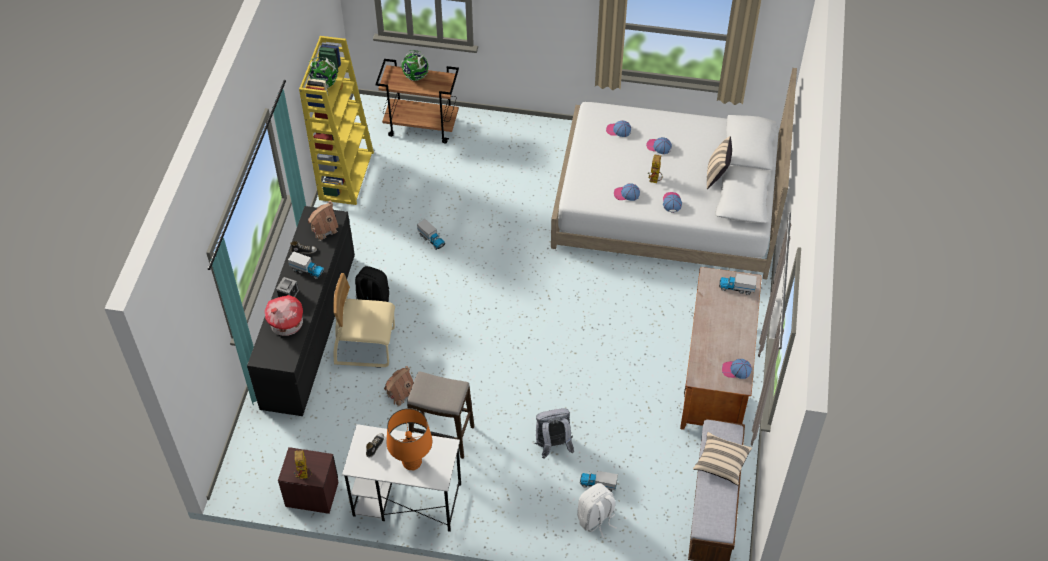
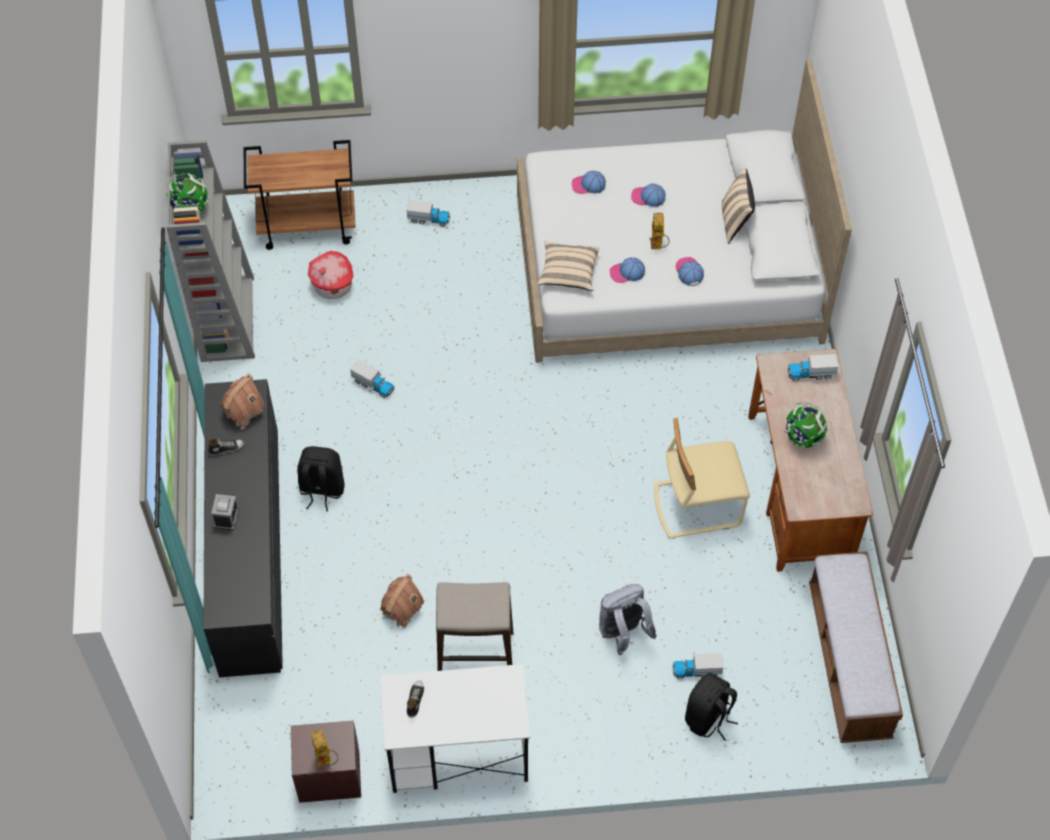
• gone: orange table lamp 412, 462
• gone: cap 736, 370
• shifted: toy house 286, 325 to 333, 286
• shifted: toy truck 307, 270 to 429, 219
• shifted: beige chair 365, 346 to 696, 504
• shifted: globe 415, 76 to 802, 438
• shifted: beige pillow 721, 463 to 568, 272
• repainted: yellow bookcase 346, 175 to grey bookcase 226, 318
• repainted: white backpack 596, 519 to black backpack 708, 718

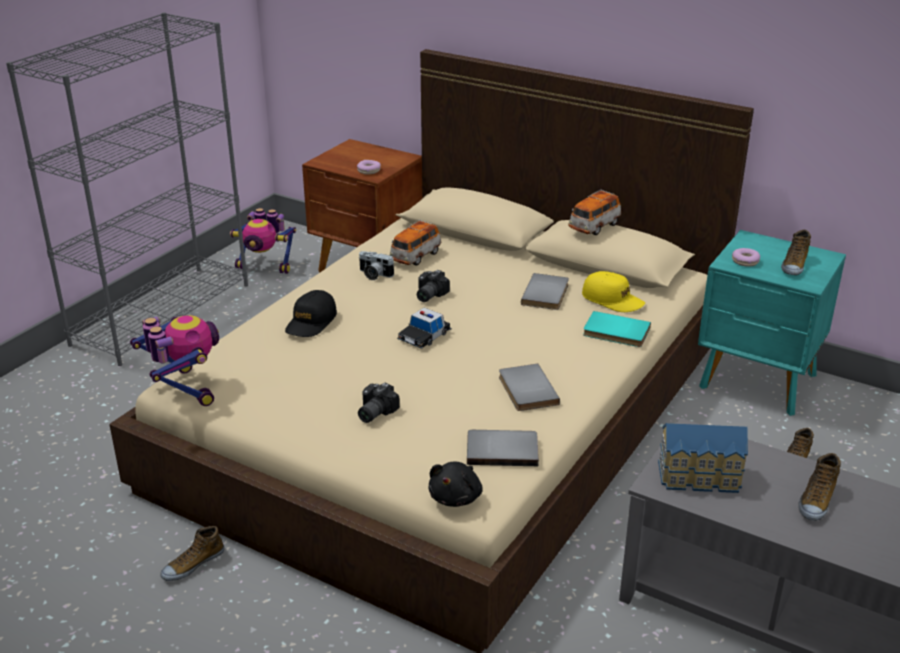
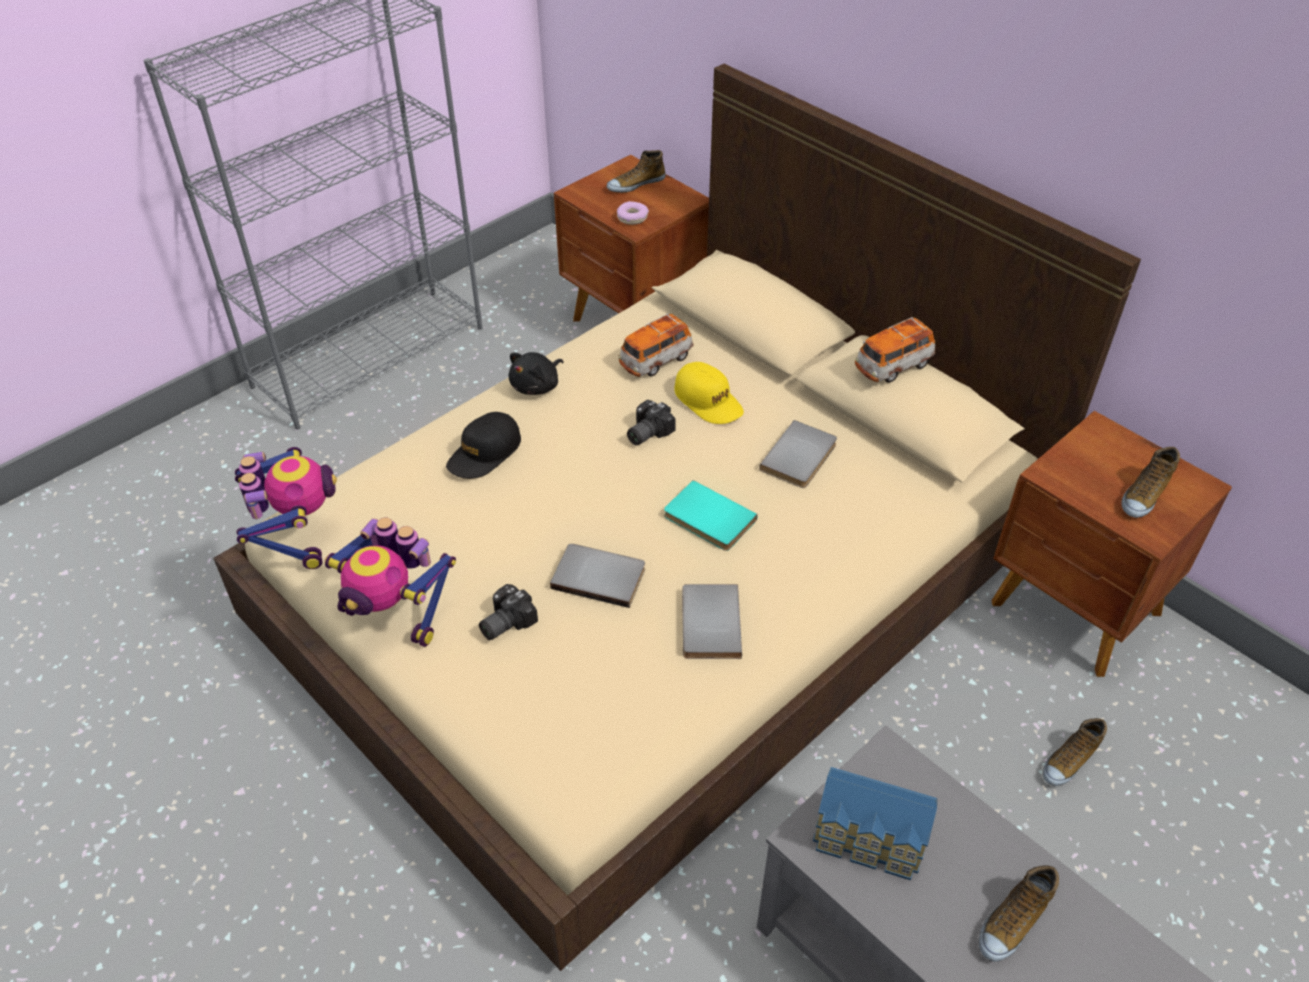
• gone: photo camera 374, 275
• gone: toy car 424, 336
• gone: donut 745, 261
• shifted: shoe 193, 564 to 636, 184
• shifted: toy robot 265, 267 to 396, 615
• shifted: black plush toy 456, 497 to 537, 386
• shifted: grey book 502, 449 to 599, 576
• shifted: yellow cap 612, 300 to 708, 401
• shifted: turquoise book 615, 332 to 707, 520
• repainted: turquoise nightstand 758, 382 to brown nightstand 1075, 611

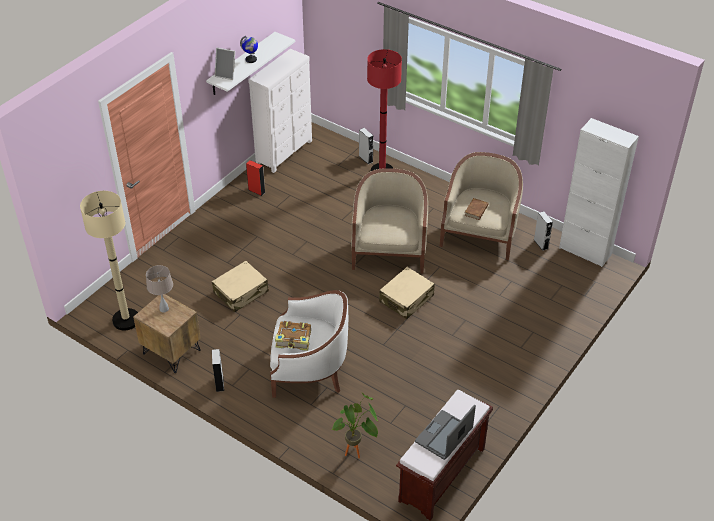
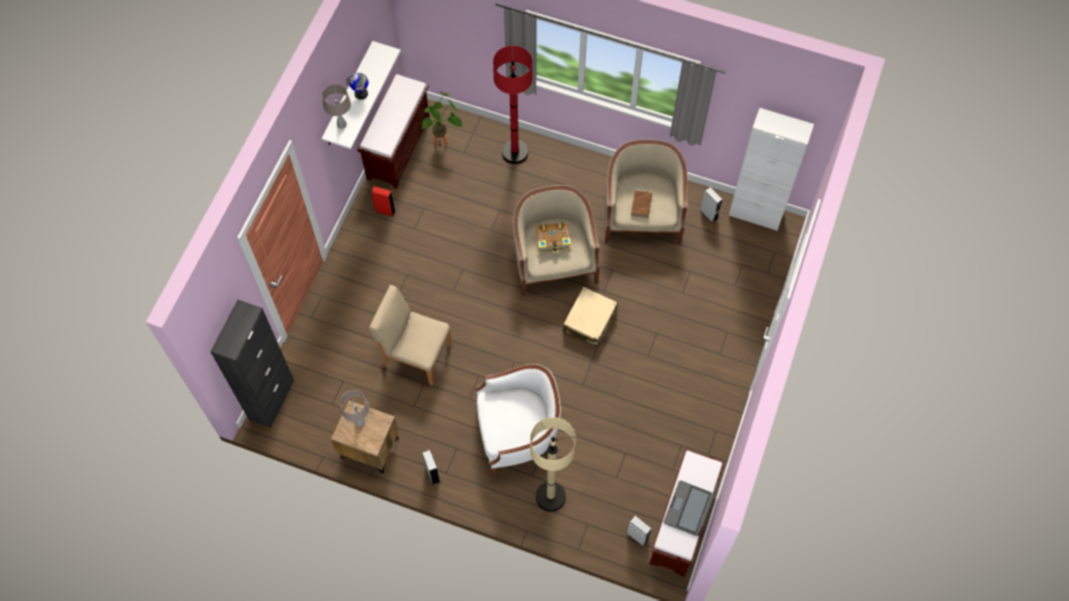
• new: black cabinet 271, 400
• shifted: beige floor lamp 126, 320 to 550, 497
• shifted: book 294, 340 to 553, 240
• shifted: potted plant 357, 453 to 444, 141
• shifted: grey speaker 366, 159 to 637, 537
• swapped: beige suitcase 241, 292 to beige chair 415, 354
• swapped: picture frame 226, 74 to beige table lamp 342, 124
• swapped: white dresser 285, 152 to brown bench 398, 147

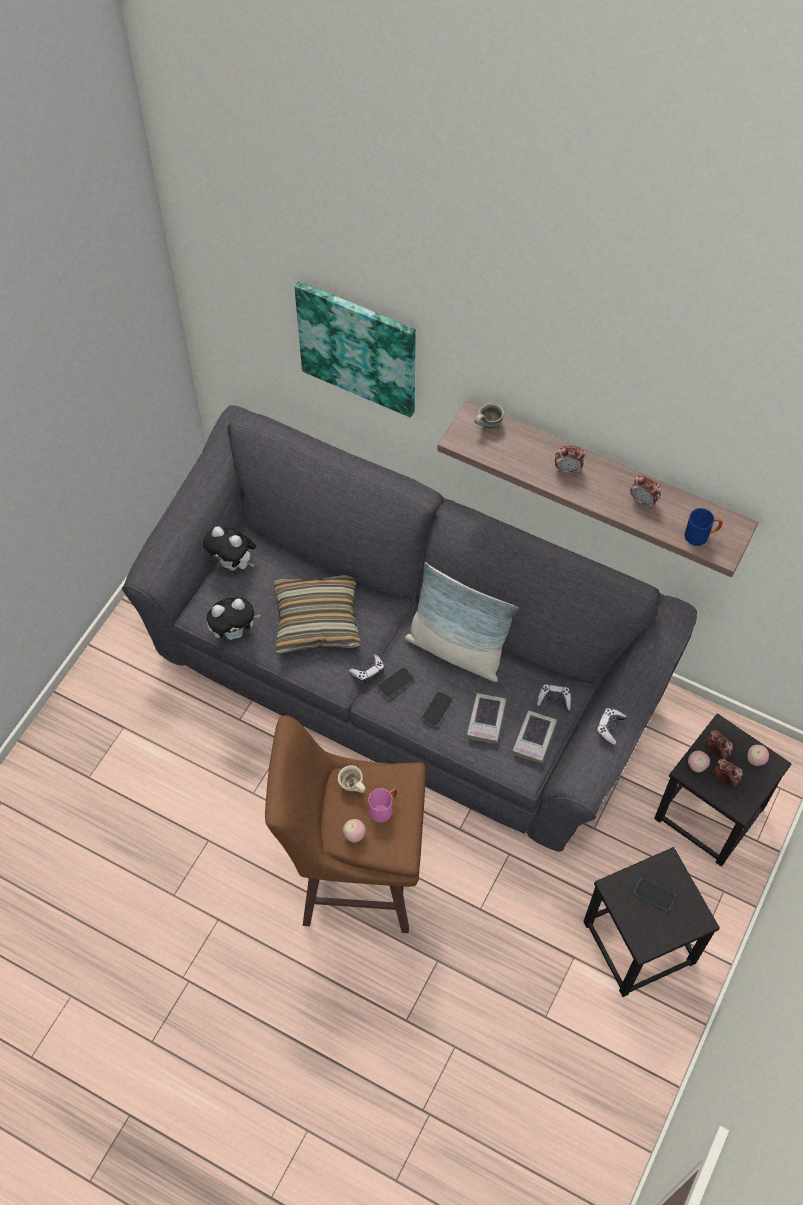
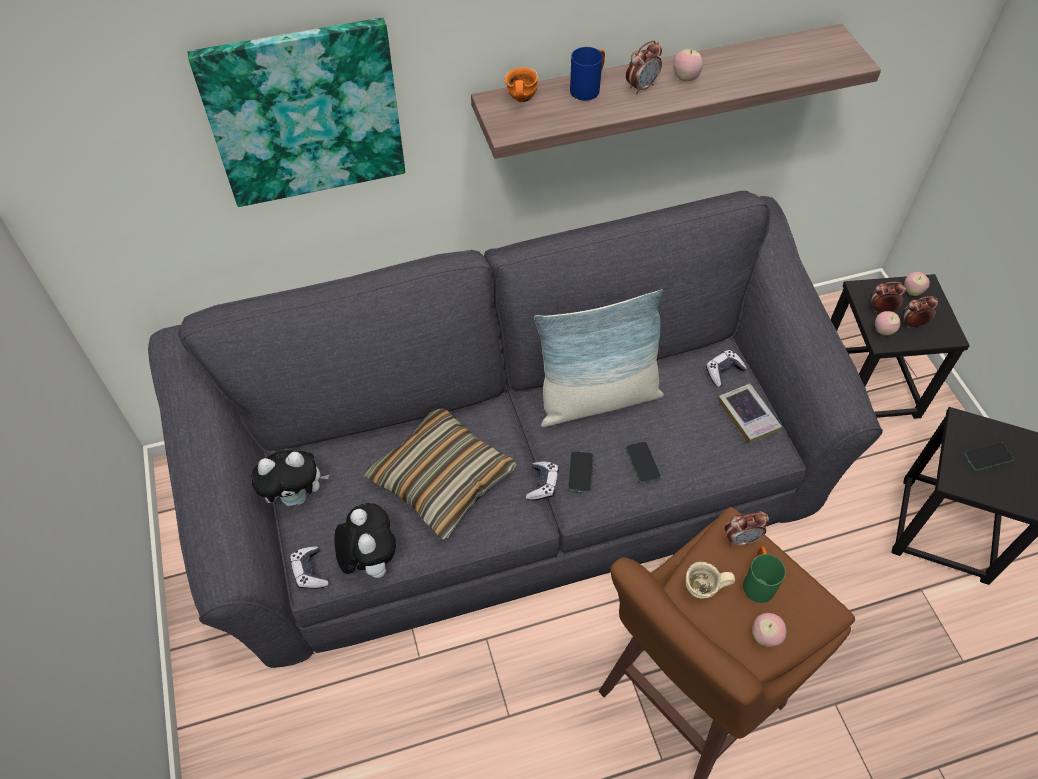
• gone: book 486, 720
• new: apple 685, 78
• shifted: game controller 610, 727 to 310, 571
• shifted: alarm clock 643, 501 to 741, 539
• shifted: blue mug 701, 536 to 588, 88
• repainted: pink mug 384, 808 to green mug 757, 581
• repainted: grey mug 487, 424 to orange mug 519, 100
• rotated: plush toy 234, 632 = 370, 560 45 degrees counterclockwise

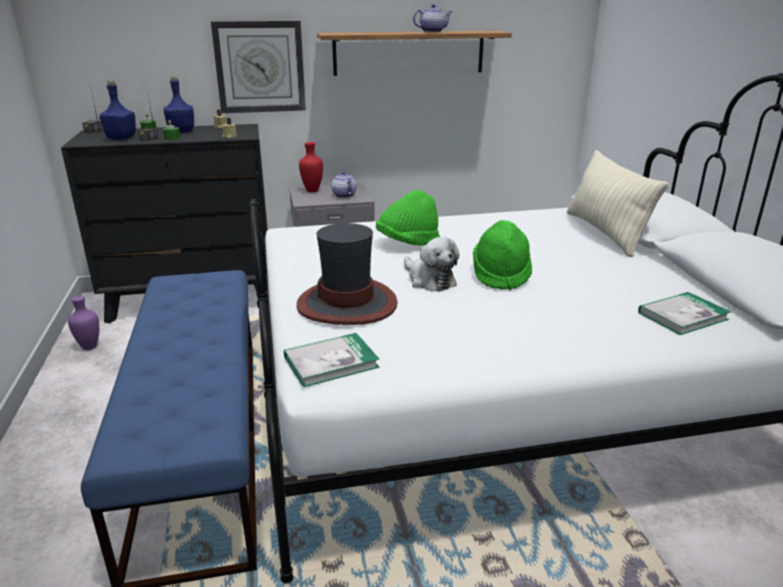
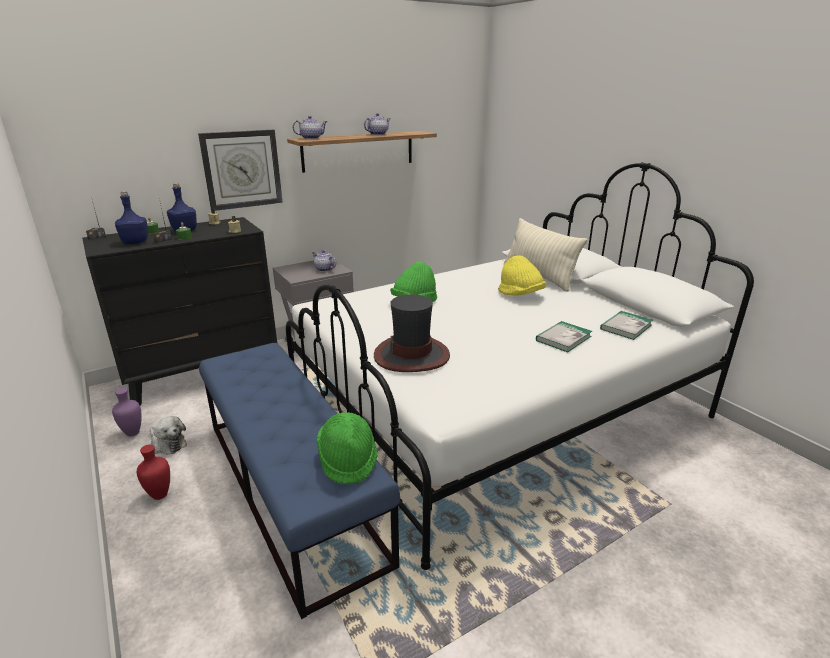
• new: teapot 311, 138
• new: yellow hat 520, 295
• shifted: book 331, 362 to 563, 338
• shifted: red vase 313, 191 to 161, 495
• shifted: plush toy 429, 280 to 167, 444
• shifted: green hat 501, 275 to 348, 460

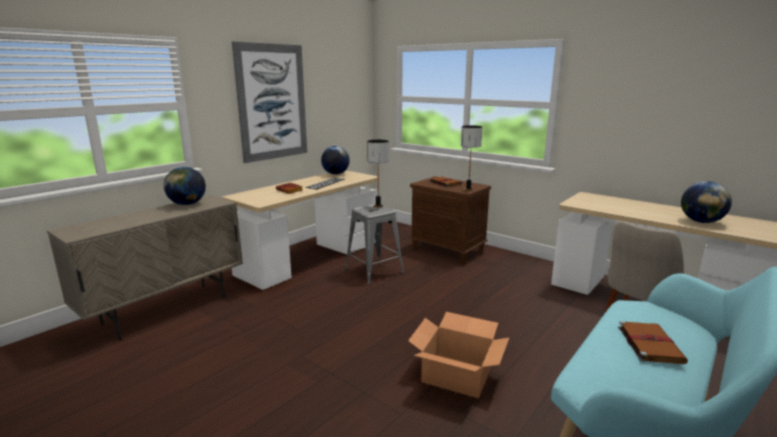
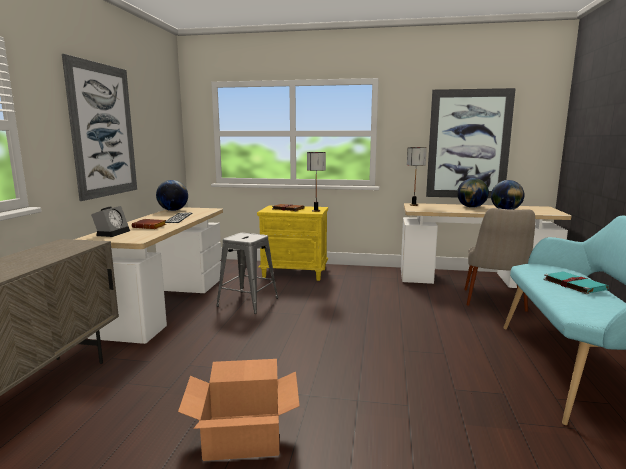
• new: alarm clock 112, 233
• new: picture 468, 144
• shifted: globe 187, 204 to 471, 207
• shifted: table lamp 378, 206 to 414, 205
• shifted: cardboard box 456, 374 to 242, 434
• repainted: brown nightstand 448, 250 to yellow nightstand 295, 273
• repainted: brown book 649, 343 to turquoise book 573, 284

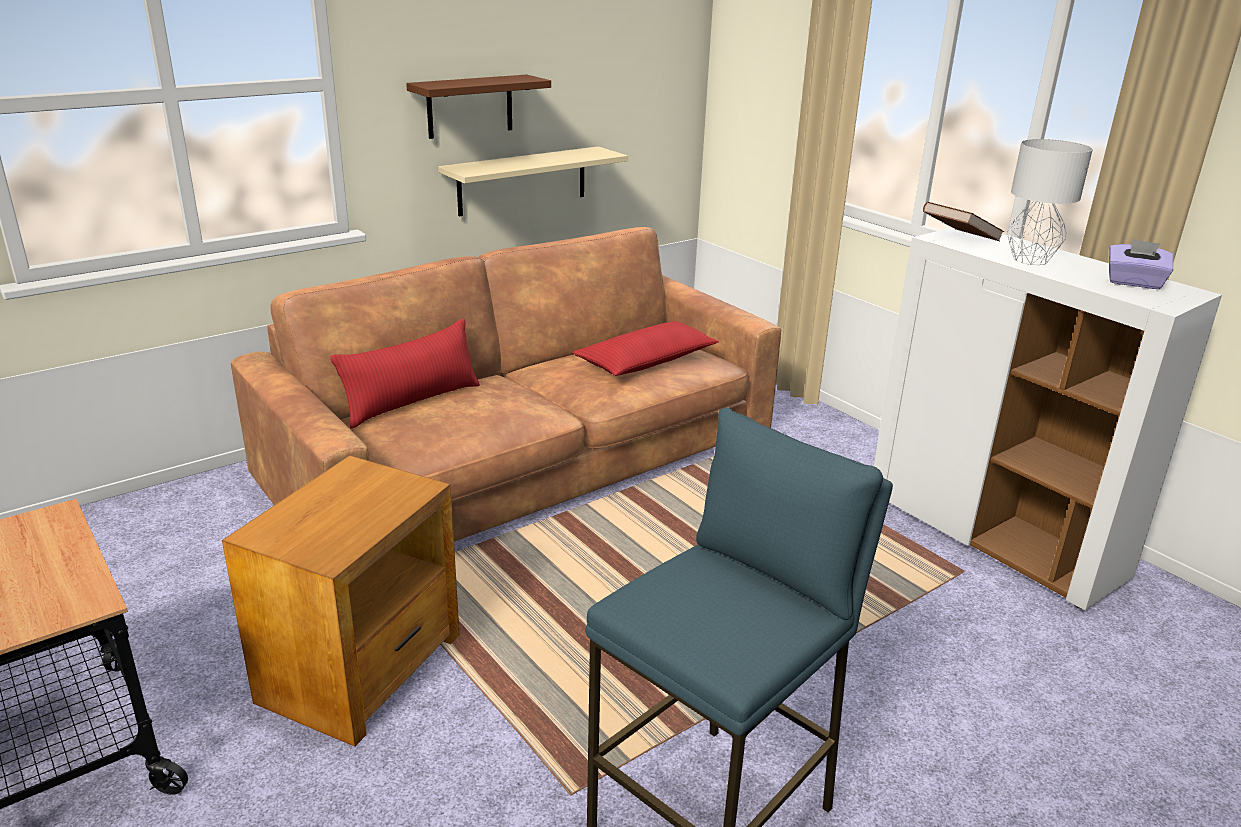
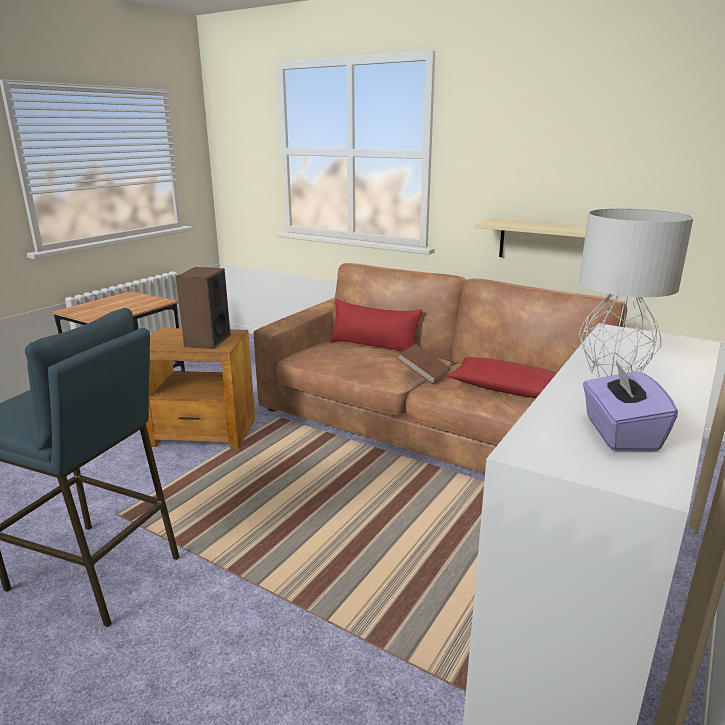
• gone: brown shelf 470, 106
• new: speaker 207, 341
• shifted: brown book 959, 239 to 423, 374

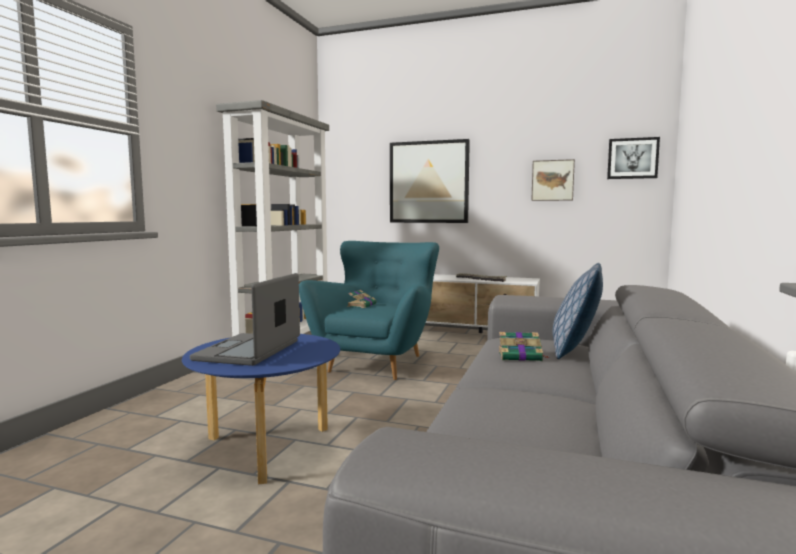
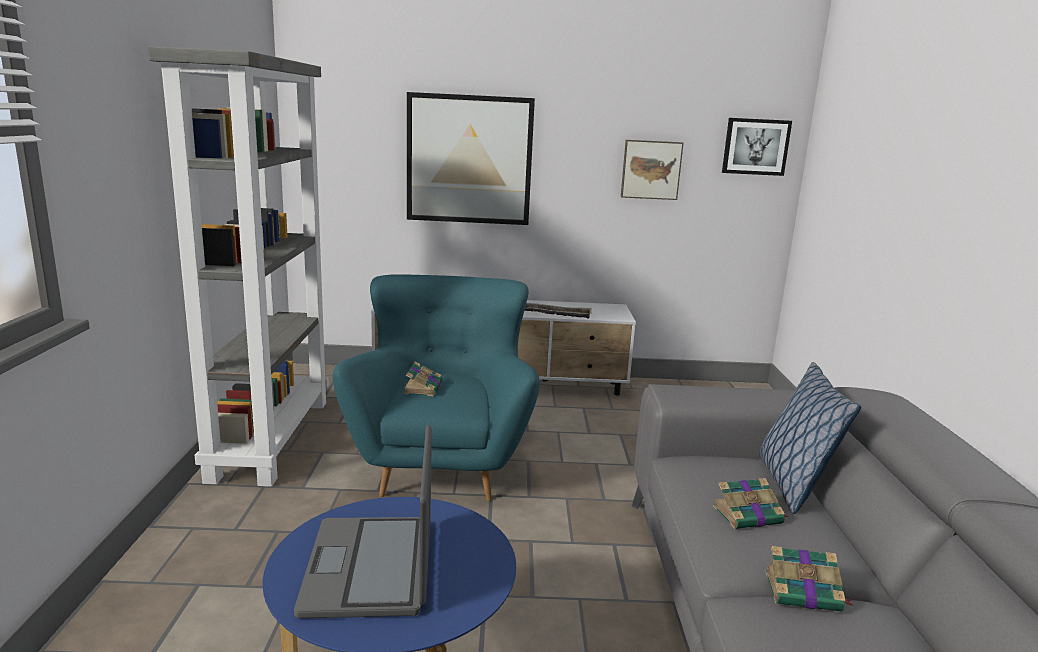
• new: book 804, 592

